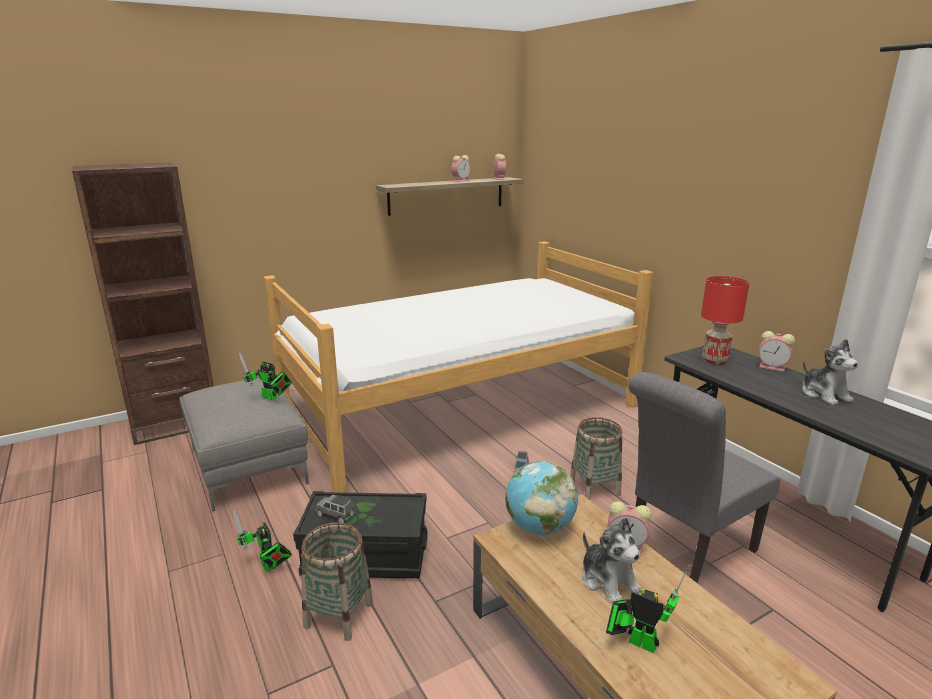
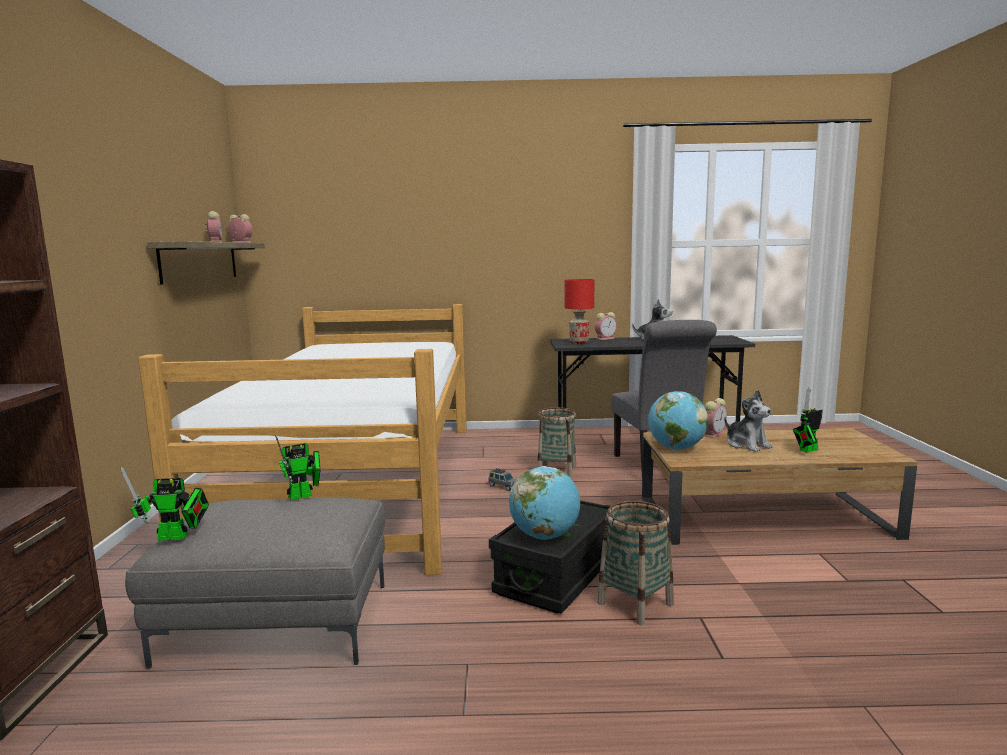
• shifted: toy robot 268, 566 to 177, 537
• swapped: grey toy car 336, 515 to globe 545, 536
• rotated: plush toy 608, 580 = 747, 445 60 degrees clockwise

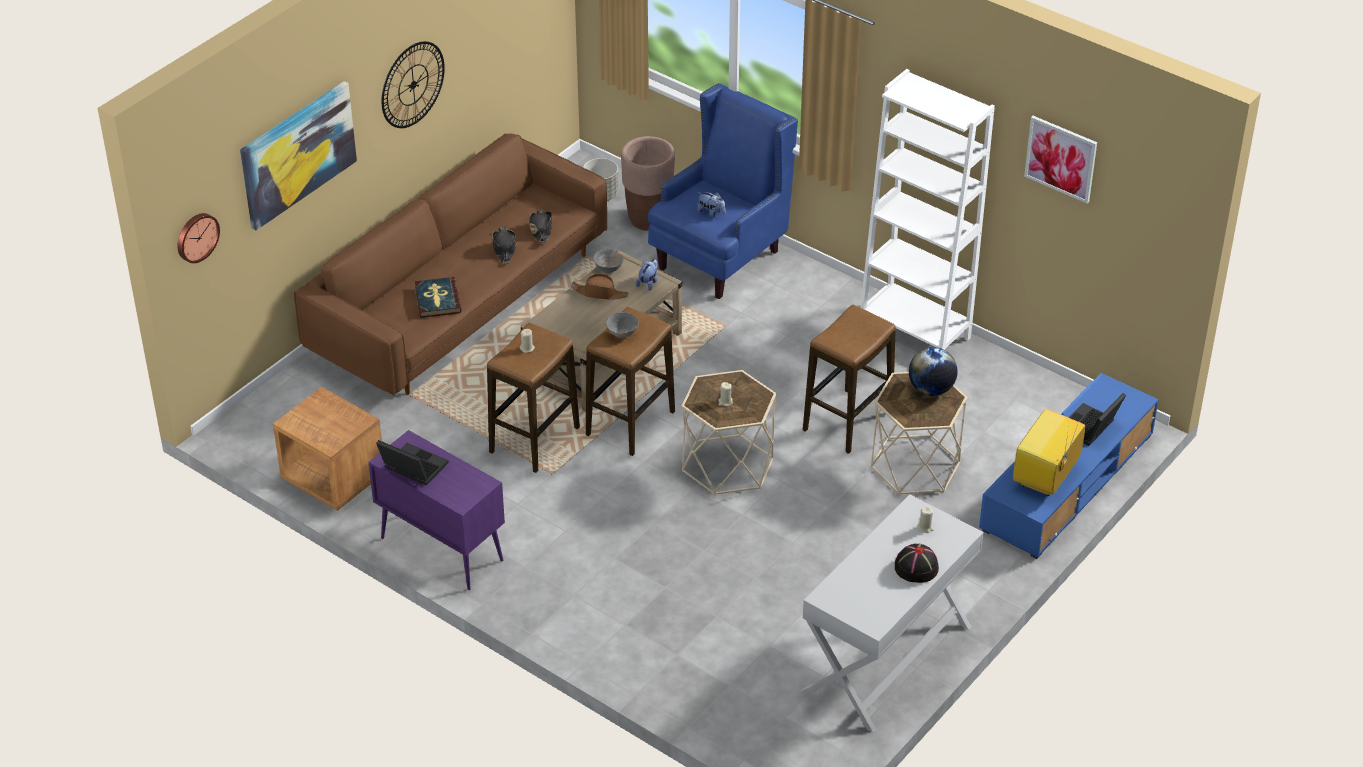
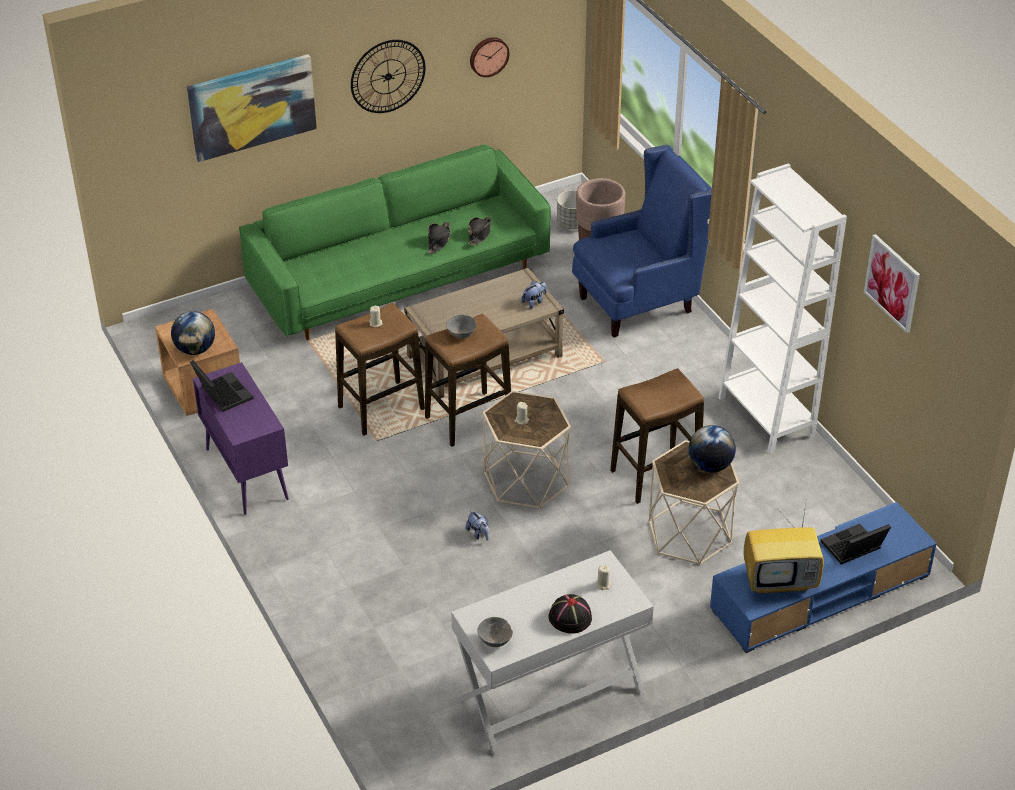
• gone: book 437, 300
• gone: brown hat 600, 293
• new: globe 195, 349
• shifted: wall clock 196, 237 to 488, 56
• shifted: grey bowl 608, 269 to 495, 641
• shifted: plush toy 711, 213 to 479, 534
• repainted: brown sofa 460, 302 to green sofa 399, 278
• rotated: television 1046, 477 = 781, 580 150 degrees counterclockwise

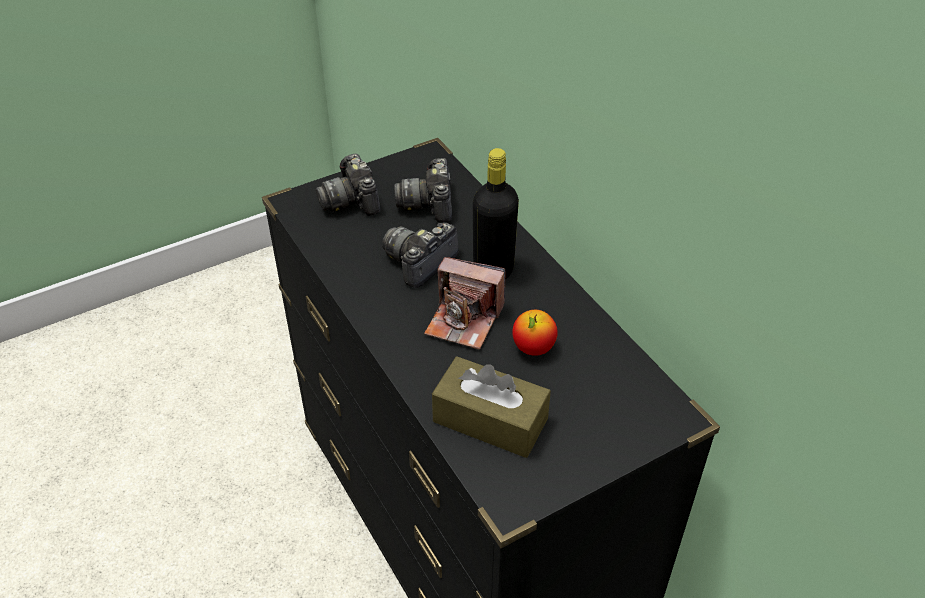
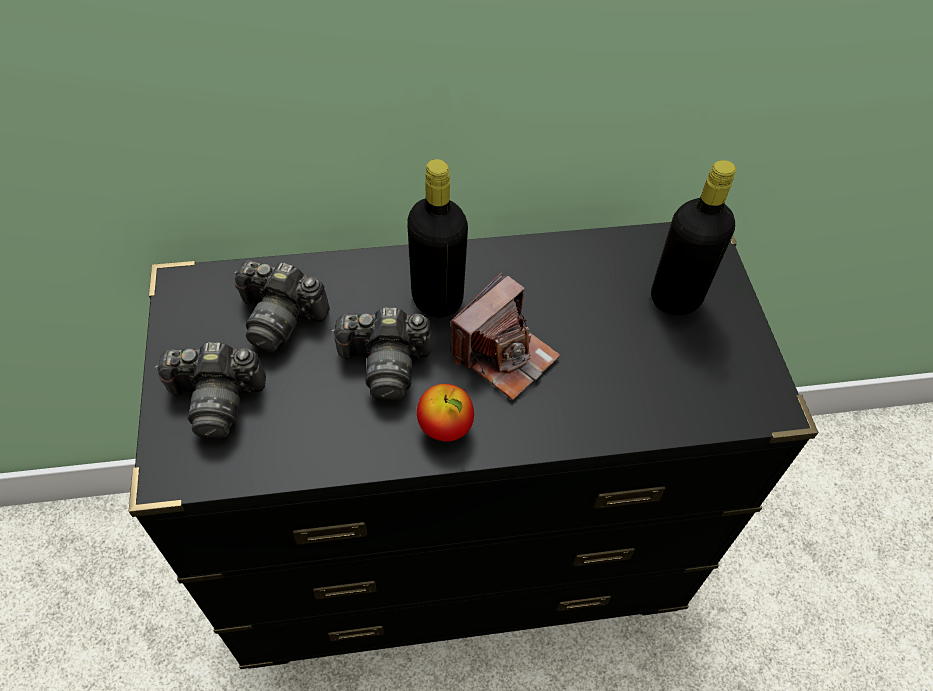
• gone: brown tissue box 490, 420
• new: black bottle 675, 298
• shifted: apple 533, 348 to 445, 427
• rotated: photo camera 420, 263 = 385, 364 60 degrees counterclockwise

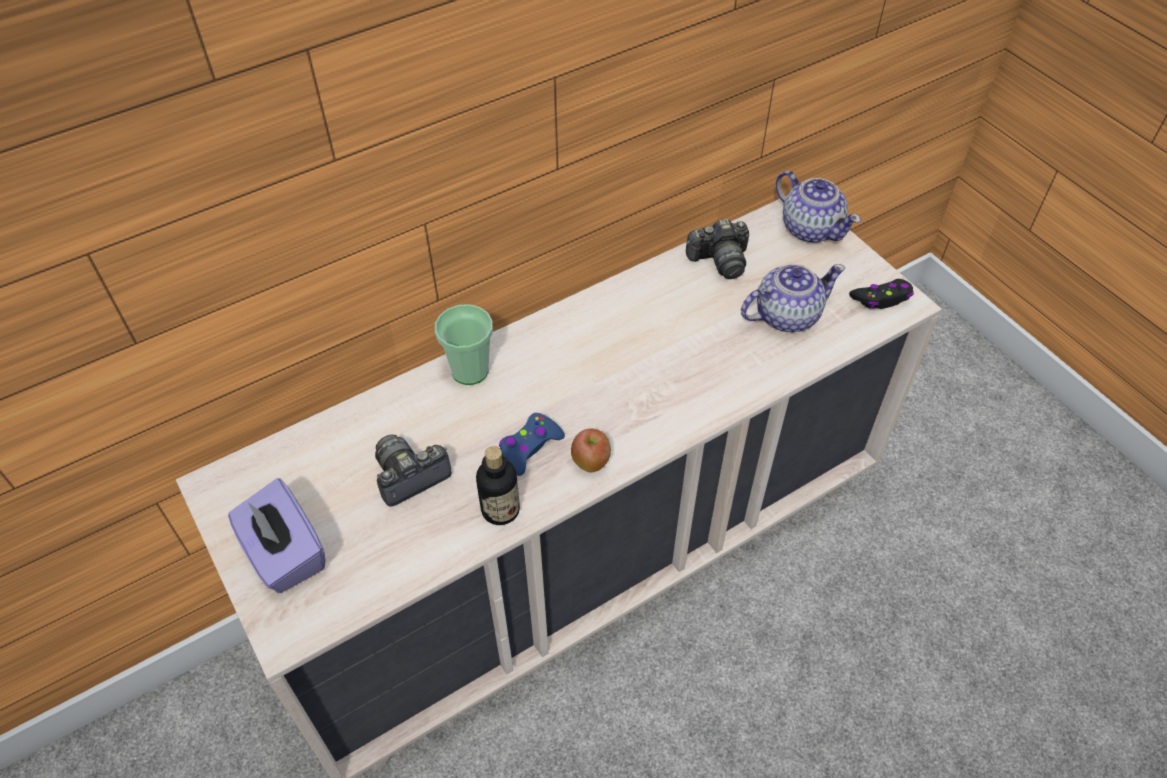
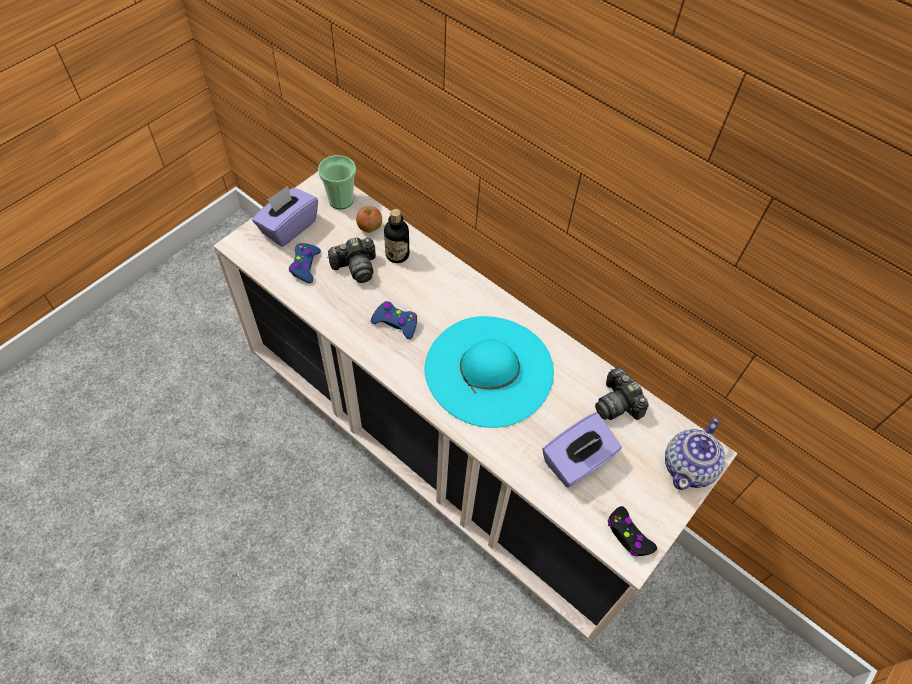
• new: blue game controller 305, 266
• new: turquoise hat 489, 370
• shifted: cup 470, 370 to 341, 200
• shifted: bottle 500, 510 to 397, 255
• shifted: apple 591, 462 to 370, 228
• swapped: teapot 785, 315 to purple tissue box 577, 461
• rotated: photo camera 410, 476 = 355, 267 120 degrees clockwise

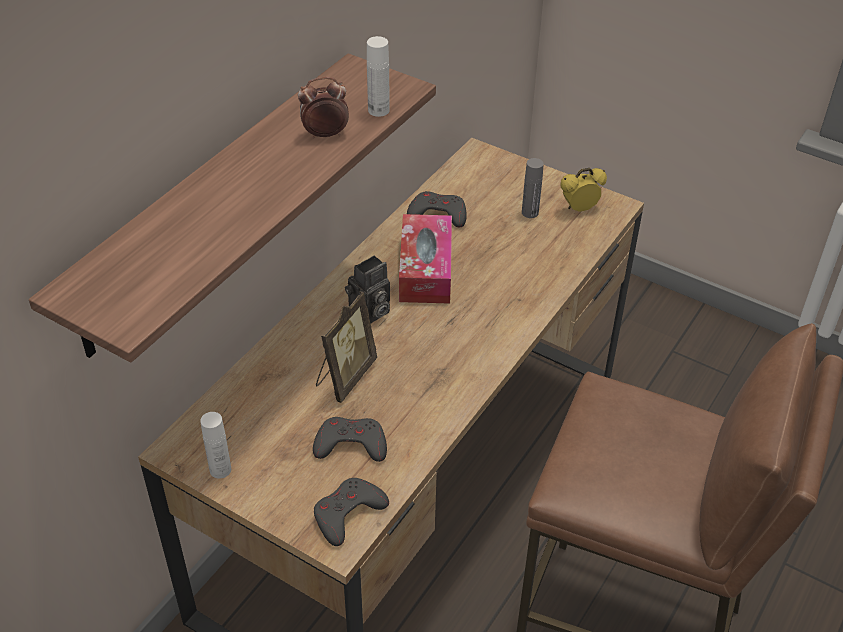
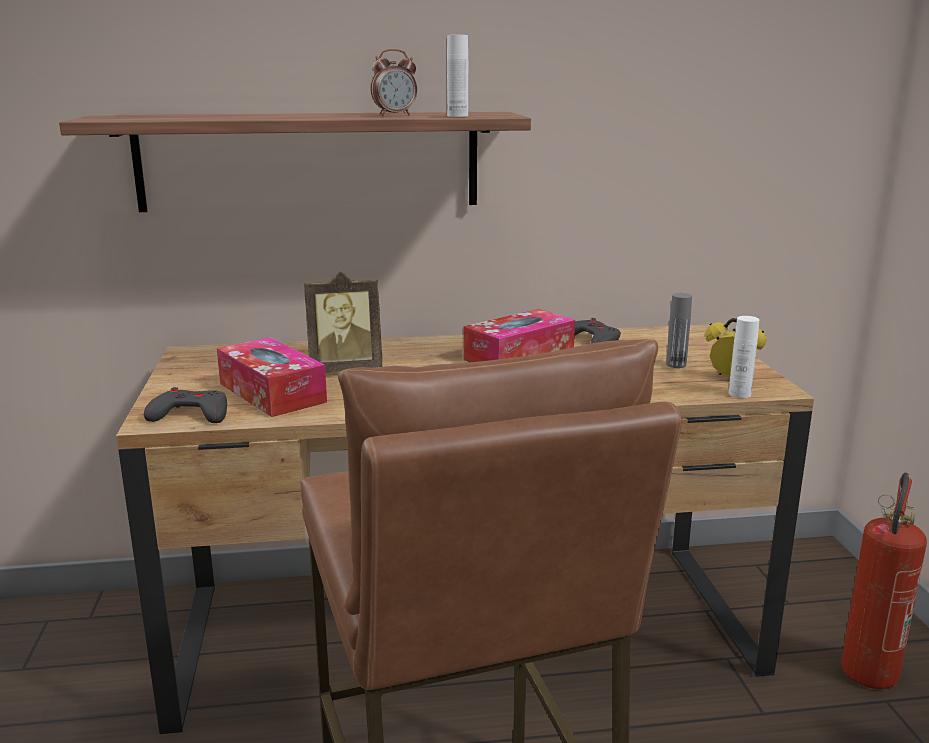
• gone: photo camera 369, 313
• new: fire extinguisher 867, 681
• shifted: white bottle 220, 470 to 739, 394
• swapped: grey game controller 351, 444 to tissue box 272, 393
• rotated: alarm clock 325, 134 = 394, 115 120 degrees clockwise

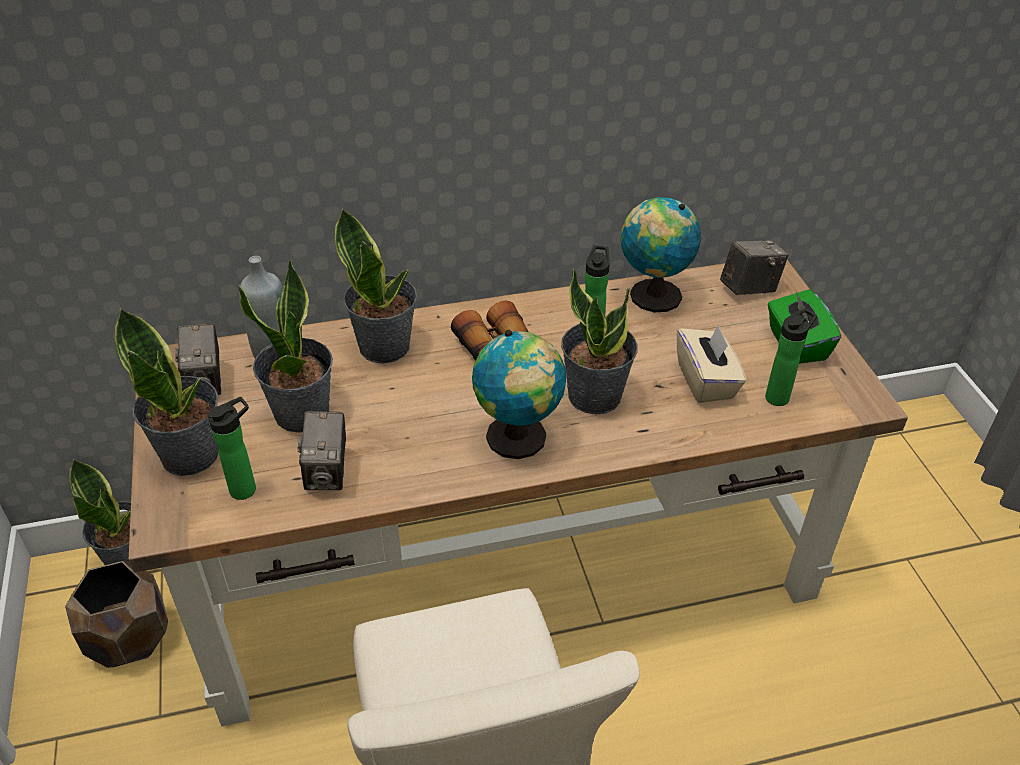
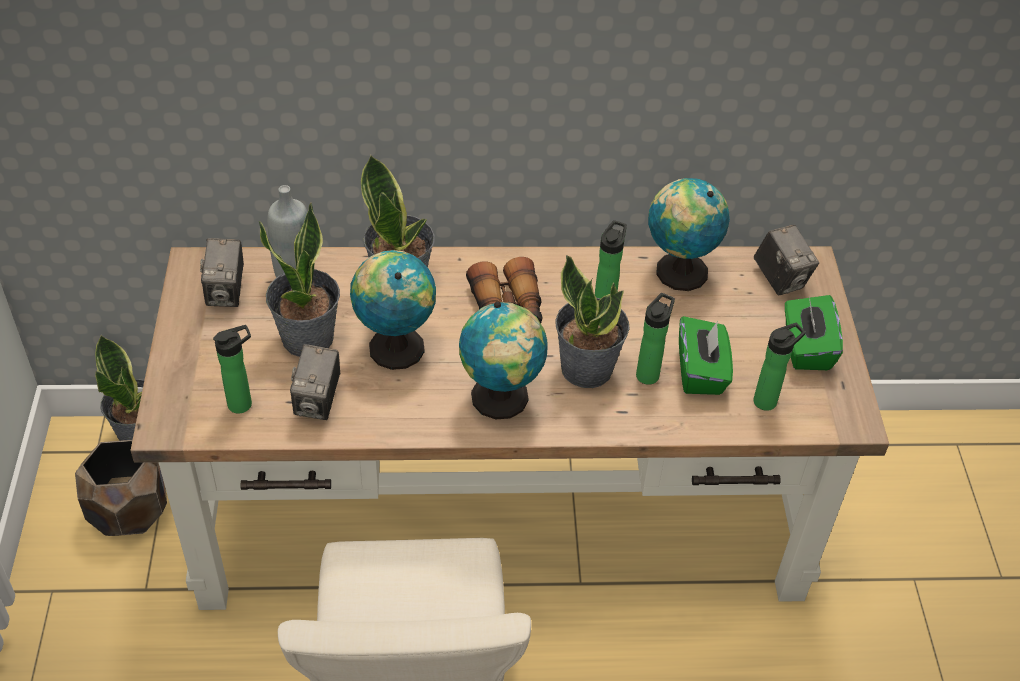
• gone: potted plant 191, 454
• new: globe 394, 345
• new: bottle 649, 373
• repainted: beige tissue box 706, 381 to green tissue box 701, 372
• rotated: photo camera 749, 288 = 780, 279 75 degrees clockwise

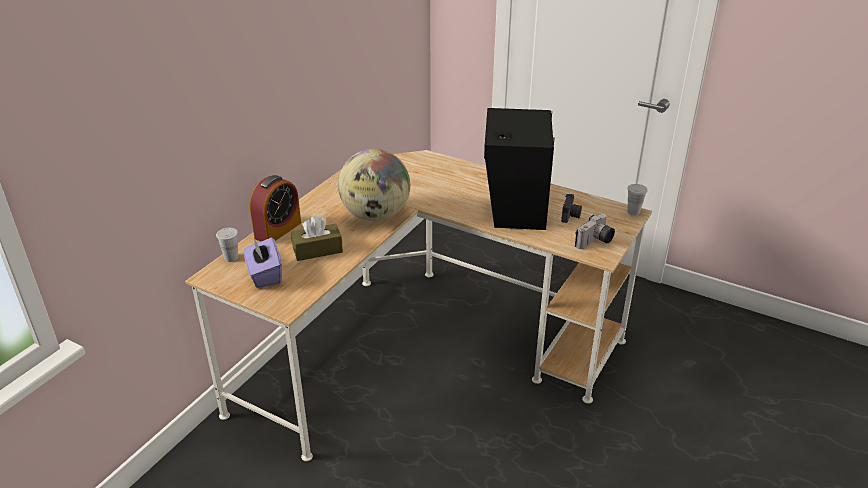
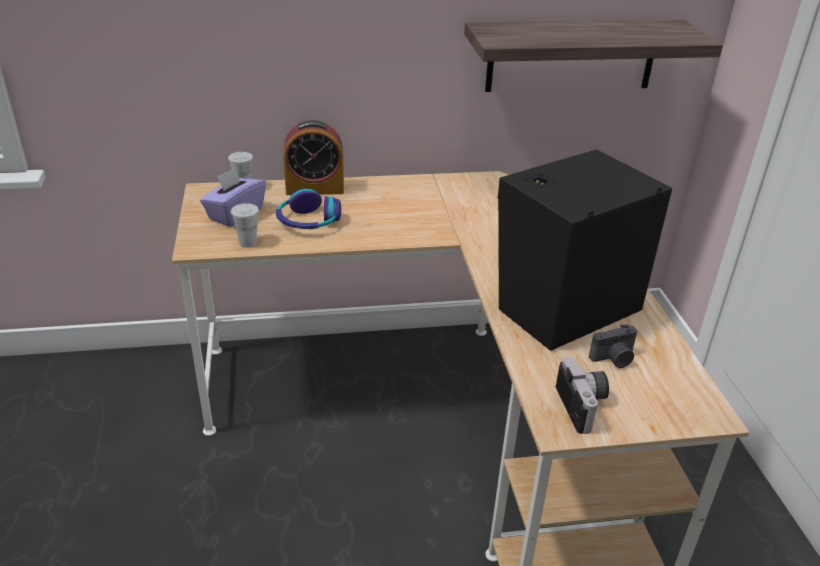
• gone: globe 375, 215
• new: shelf 571, 55
• shifted: white cup 633, 212 to 248, 243
• swapped: brown tissue box 317, 250 to headphones 308, 222
• rotated: photo camera 595, 242 = 584, 406 105 degrees counterclockwise

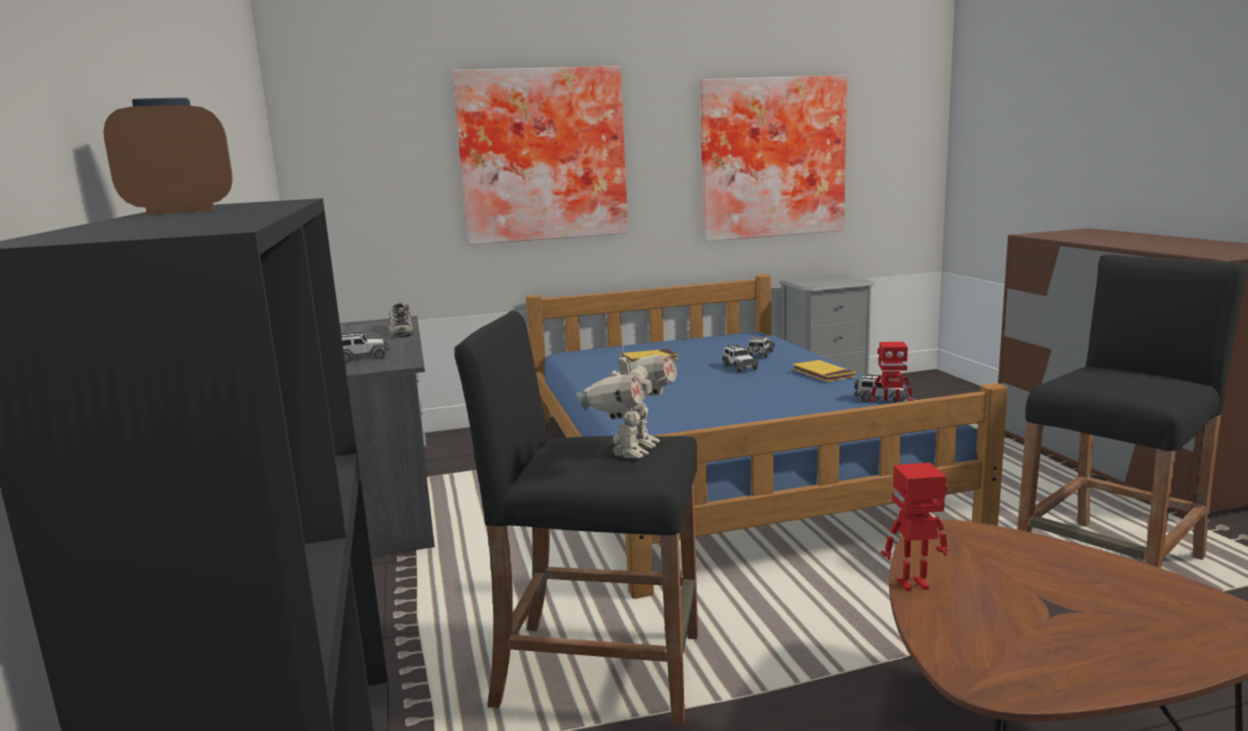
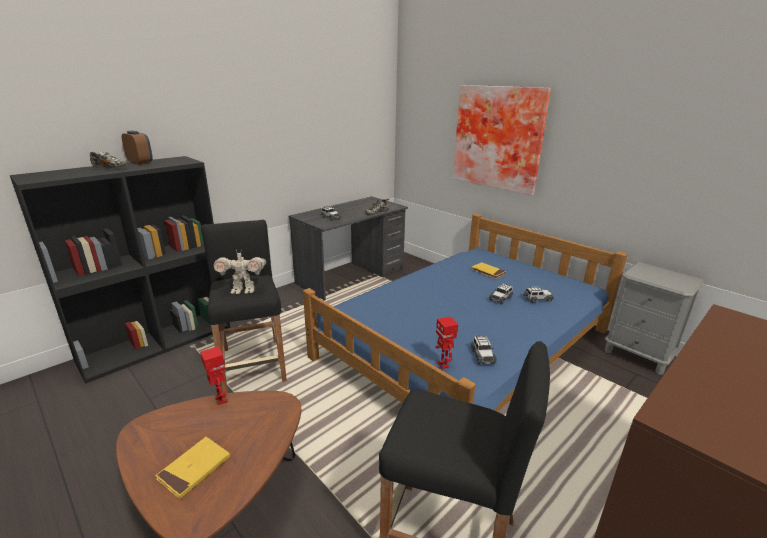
• gone: picture 771, 158
• new: shoe 110, 168
• shifted: yellow book 823, 374 to 194, 468

